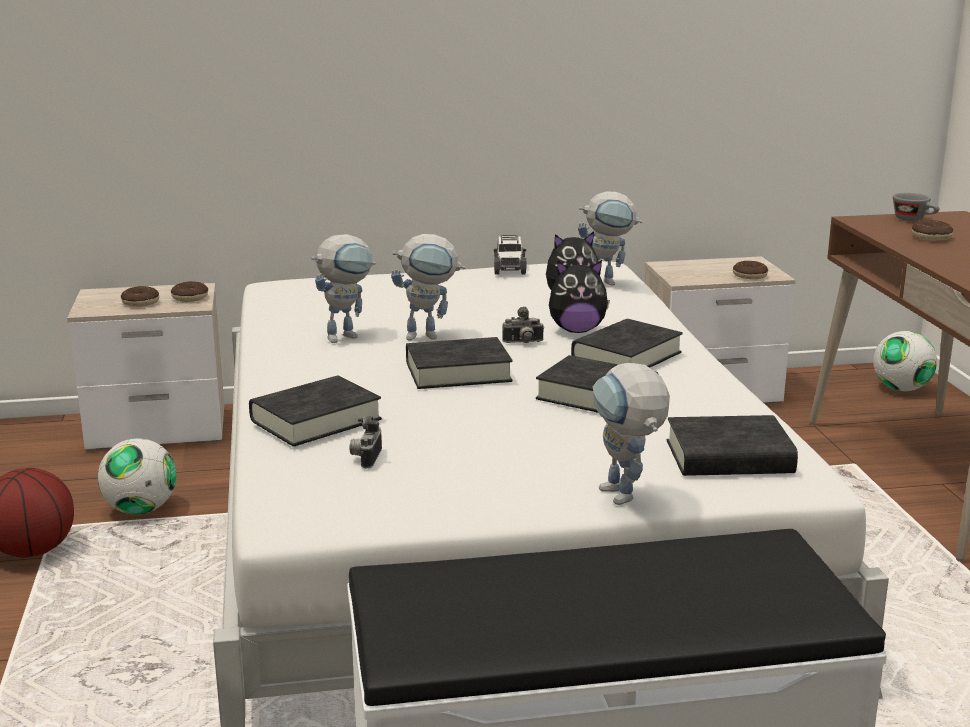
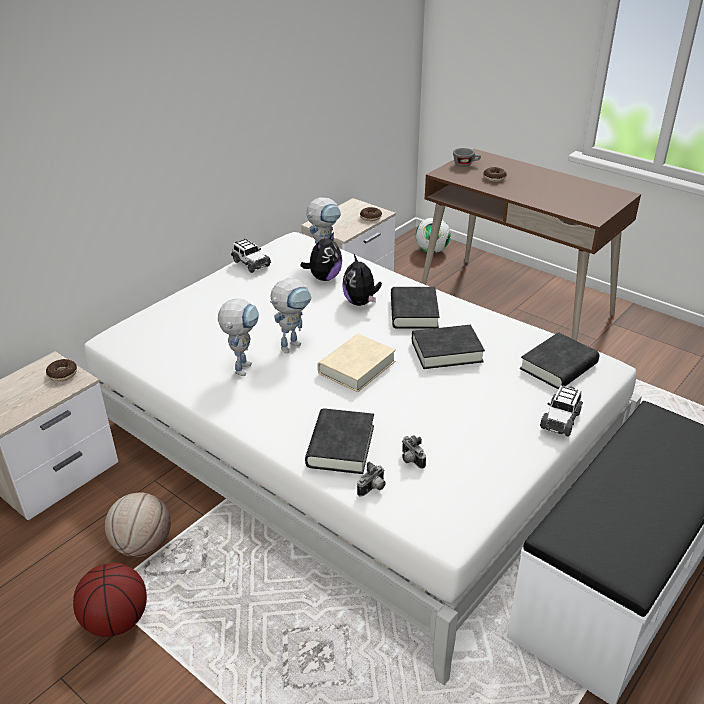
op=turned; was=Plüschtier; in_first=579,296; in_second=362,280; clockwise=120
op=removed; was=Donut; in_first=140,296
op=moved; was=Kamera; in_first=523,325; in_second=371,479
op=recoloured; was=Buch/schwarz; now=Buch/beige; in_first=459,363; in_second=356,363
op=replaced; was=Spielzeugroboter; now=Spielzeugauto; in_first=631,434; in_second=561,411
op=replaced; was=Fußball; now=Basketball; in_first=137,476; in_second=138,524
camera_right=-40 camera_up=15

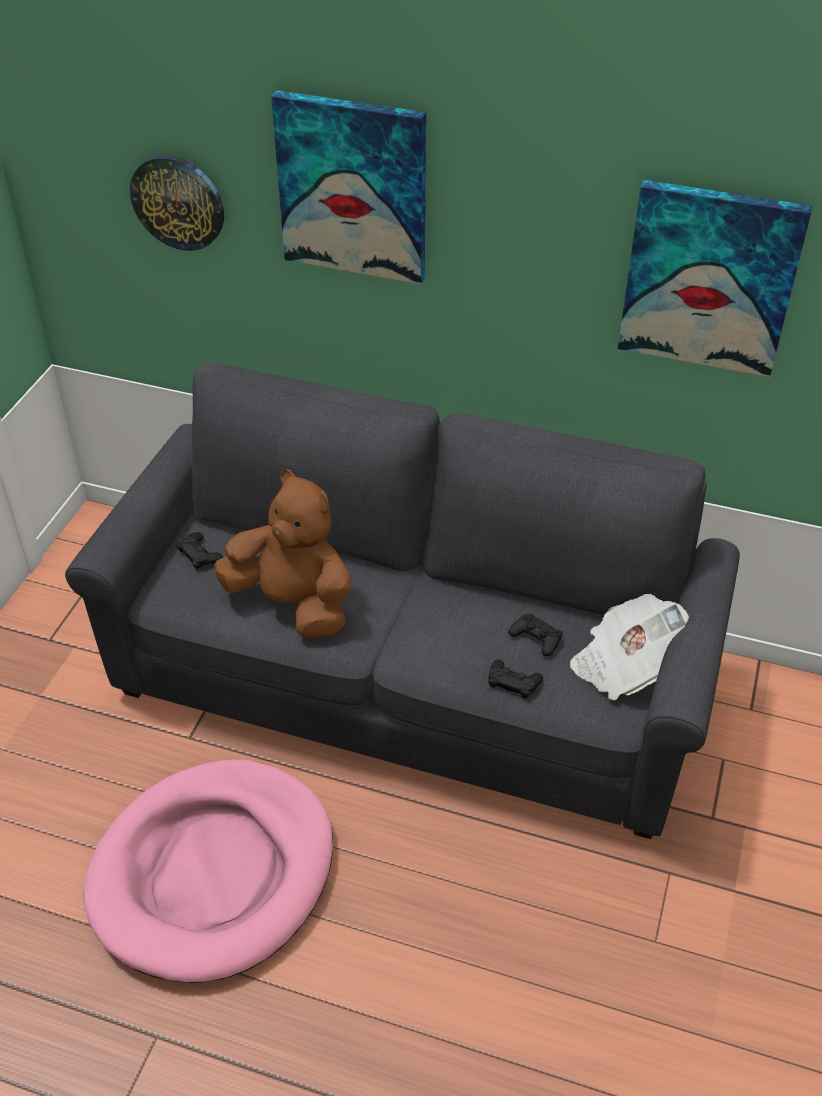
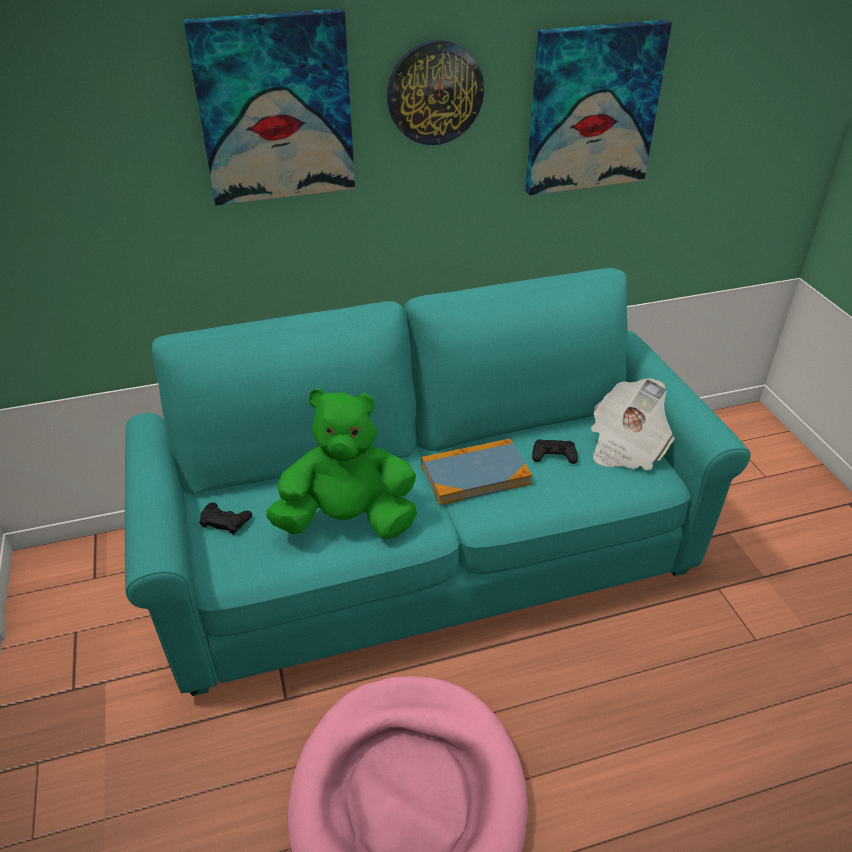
op=moved; was=Wanduhr; in_first=177,203; in_second=435,92
op=recoloured; was=Sofa/grau; now=Sofa/türkis; in_first=402,601; in_second=438,482
op=recoloured; was=Plüschtier/braun; now=Plüschtier/grün; in_first=282,554; in_second=341,464
op=removed; was=Gamepad/schwarz; in_first=515,679
op=added; now=Buch; in_second=476,471
camera_right=-35 camera_up=-5

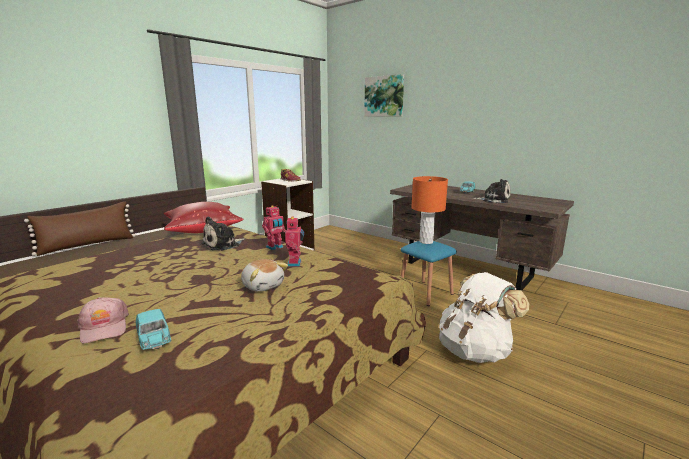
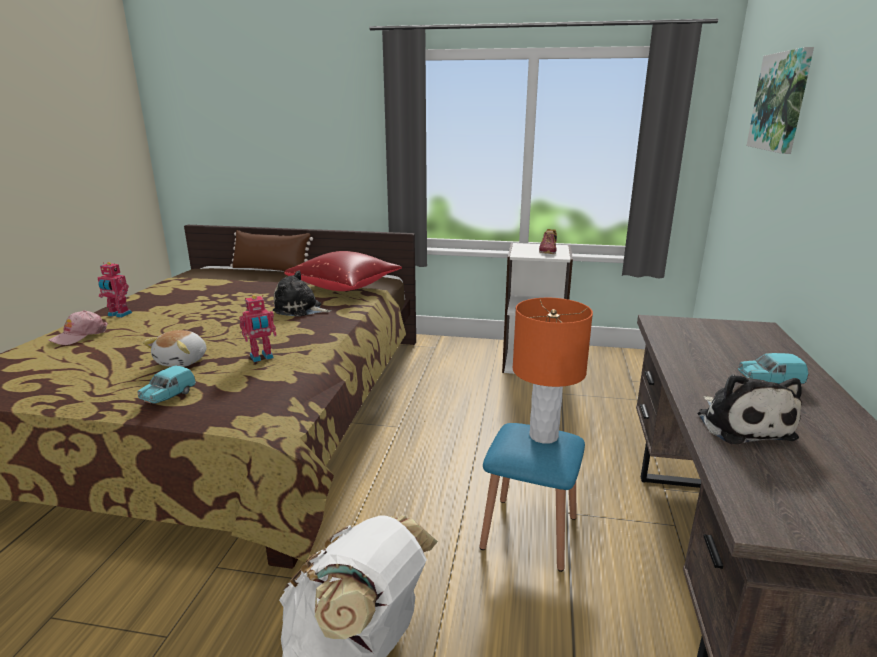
op=moved; was=Spielzeugroboter; in_first=274,227; in_second=114,290
op=moved; was=Spielzeugauto/türkis; in_first=153,329; in_second=167,385
camera_right=60 camera_up=5

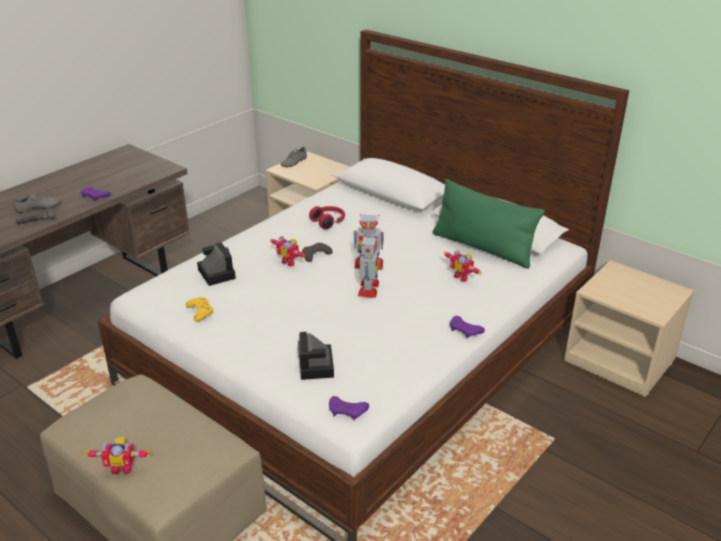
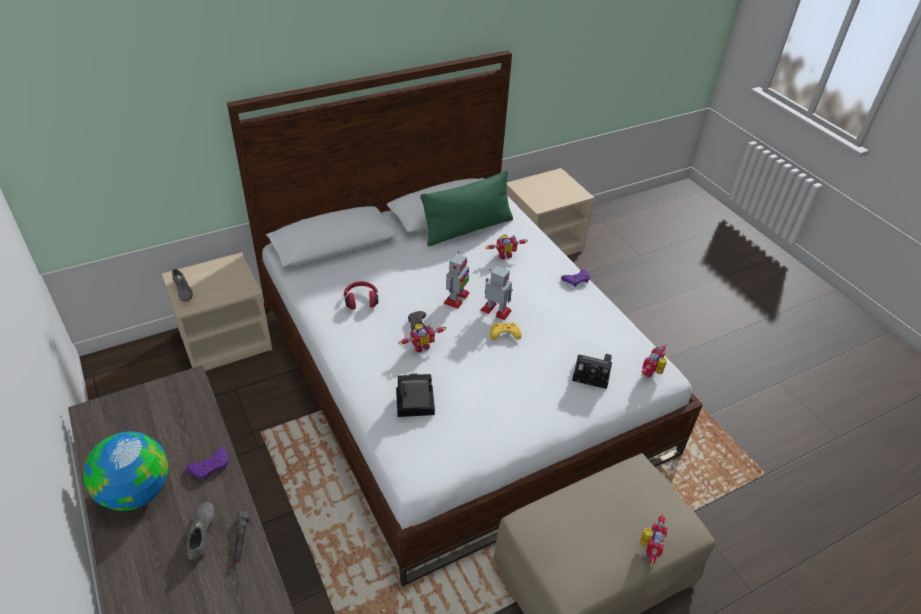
op=moved; was=Gamepad/gelb; in_first=199,309; in_second=506,331
op=replaced; was=Gamepad/lila; now=Spielzeugroboter; in_first=349,408; in_second=654,361
op=added; now=Globus; in_second=125,471
camera_right=-70 camera_up=10

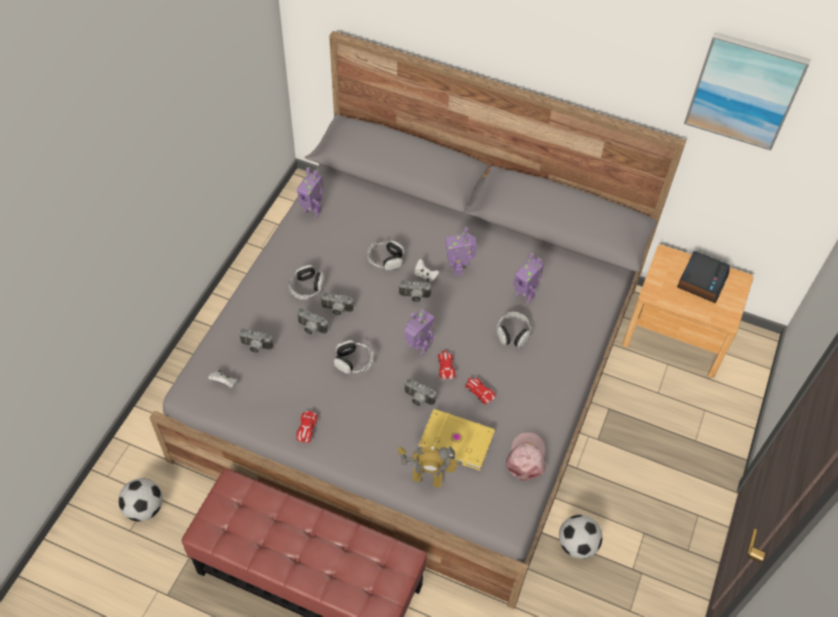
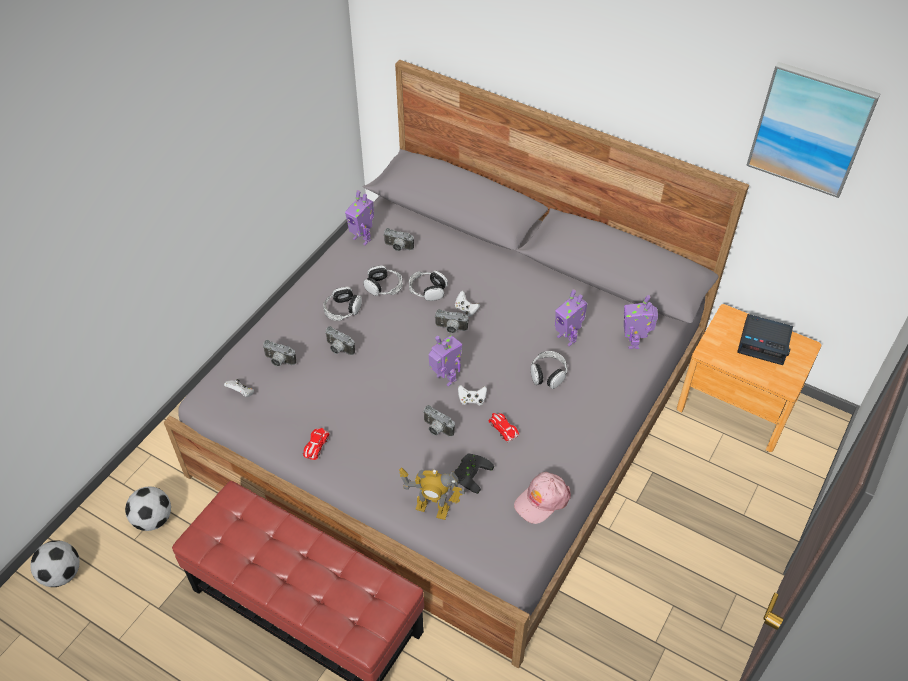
op=moved; was=Spielzeugroboter; in_first=461,251; in_second=641,322
op=turned; was=Wecker; in_first=703,277; in_second=765,339; clockwise=75
op=moved; was=Kamera; in_first=336,304; in_second=398,239
op=moved; was=Kopfhörer; in_first=353,357; in_second=383,281
op=replaced; was=Spielzeugauto; now=Gamepad/weiß; in_first=446,365; in_second=472,395
op=replaced; was=Buch/gelb; now=Gamepad/schwarz; in_first=456,440; in_second=474,473
op=turned; was=Kappe/rosa; in_first=526,457; in_second=542,498; clockwise=-150
op=moved; was=Fußball; in_first=580,537; in_second=55,563
camera_right=10 camera_up=-5

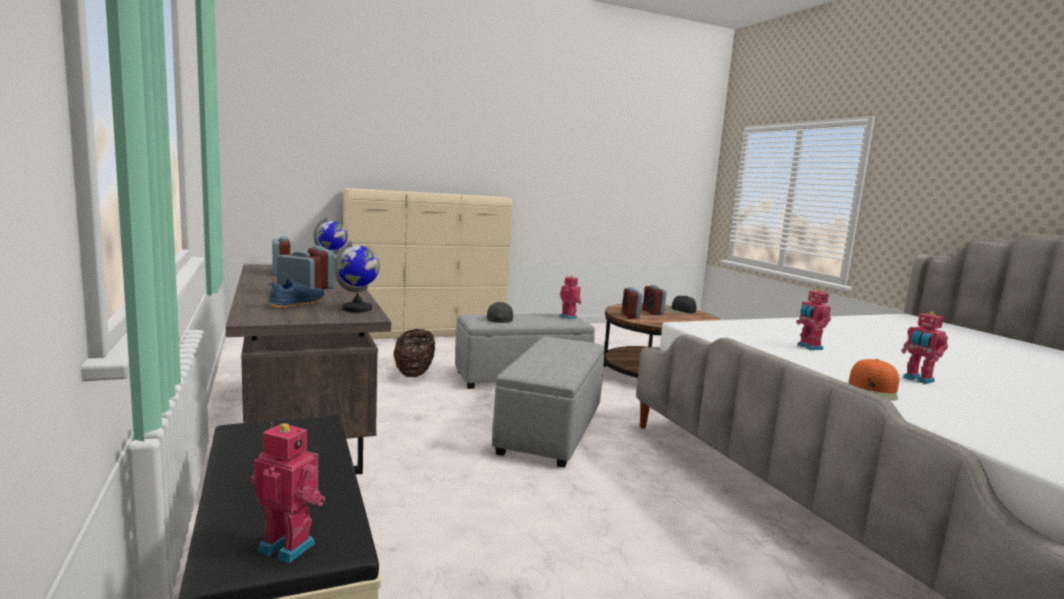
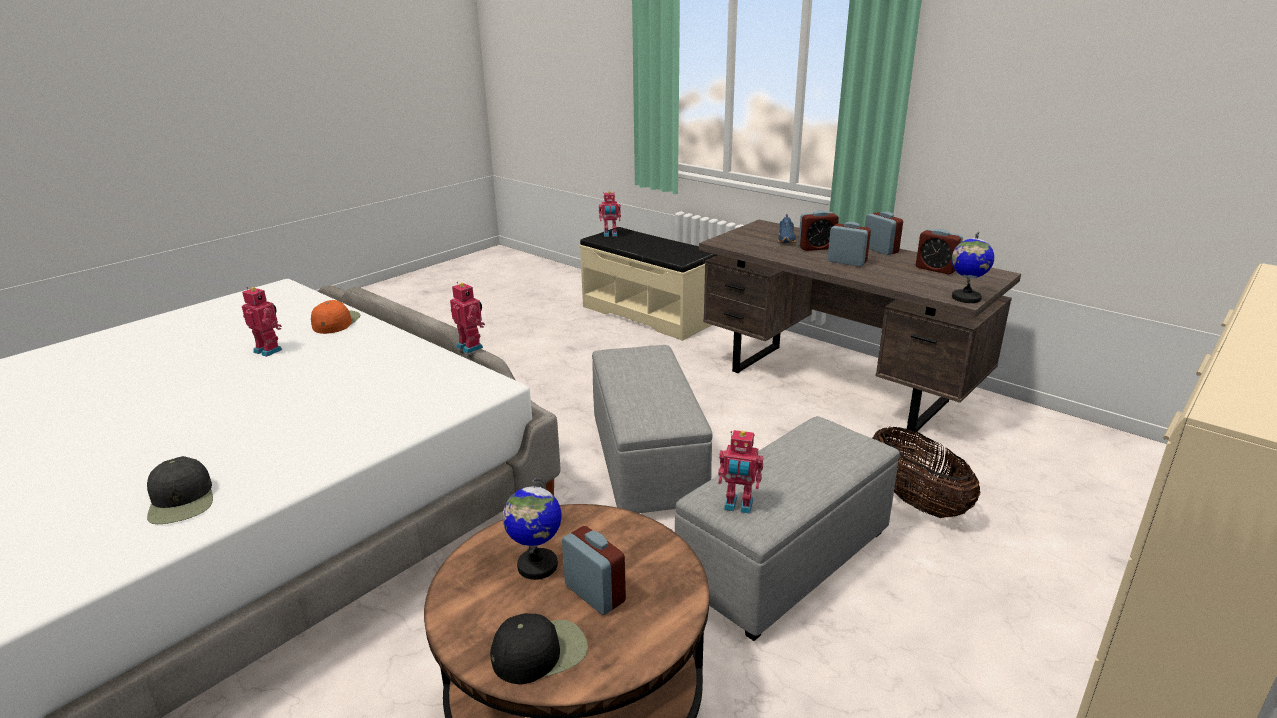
op=moved; was=Globus; in_first=357,276; in_second=532,528
op=moved; was=Wecker; in_first=632,303; in_second=884,233
op=moved; was=Spielzeugroboter; in_first=813,319; in_second=467,318
op=moved; was=Kappe/schwarz; in_first=500,312; in_second=180,490
camera_right=155 camera_up=15

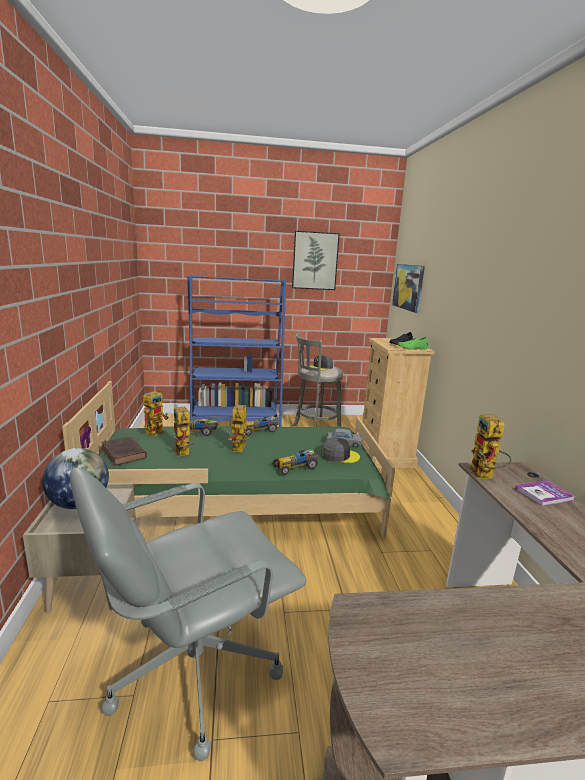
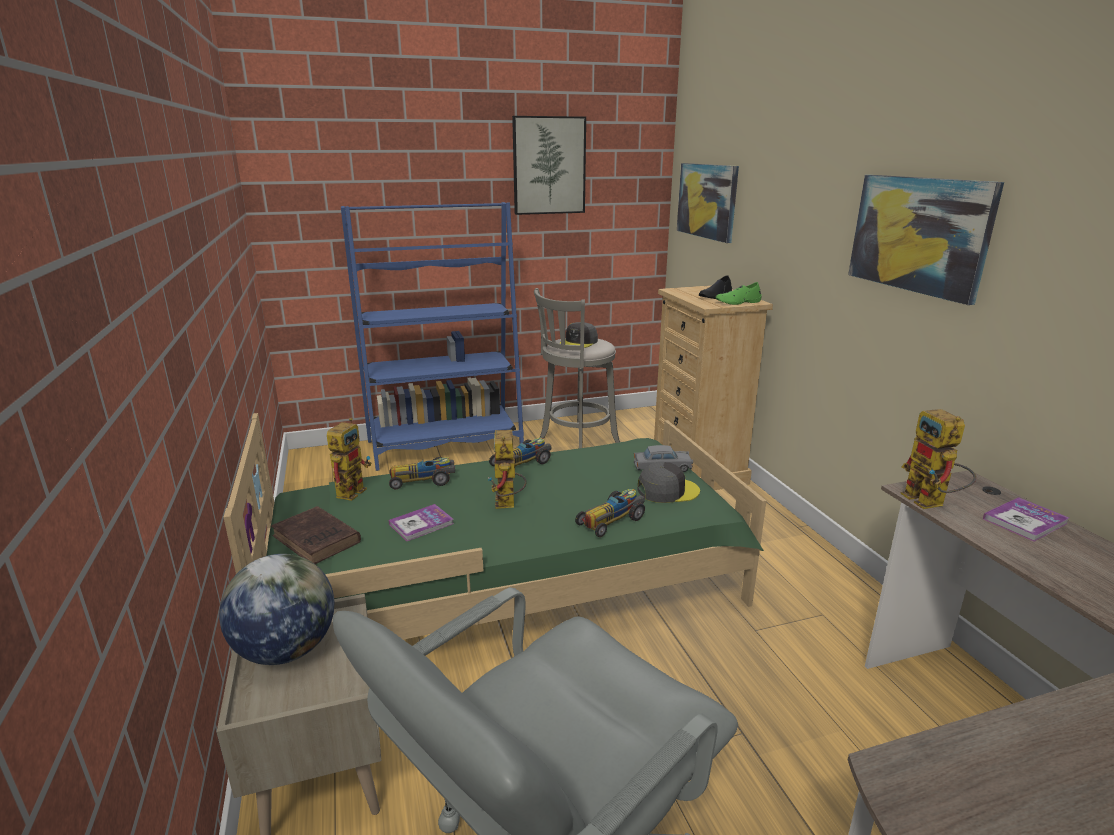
op=replaced; was=Spielzeugroboter; now=Buch; in_first=186,431; in_second=421,522
op=added; now=Bild; in_second=926,240
camera_right=-10 camera_up=5

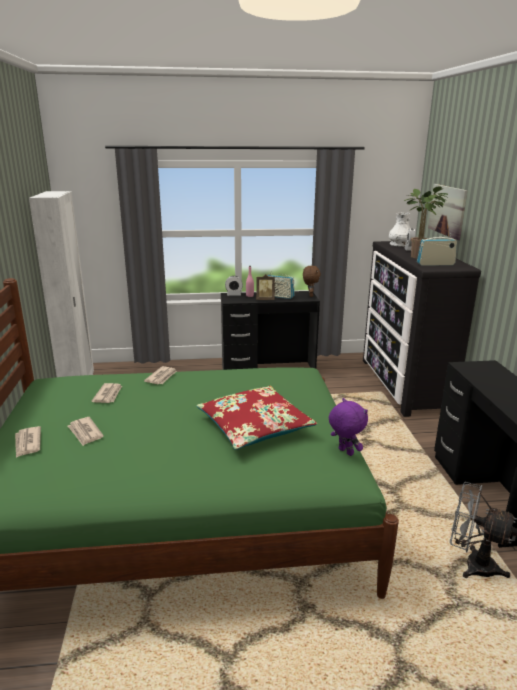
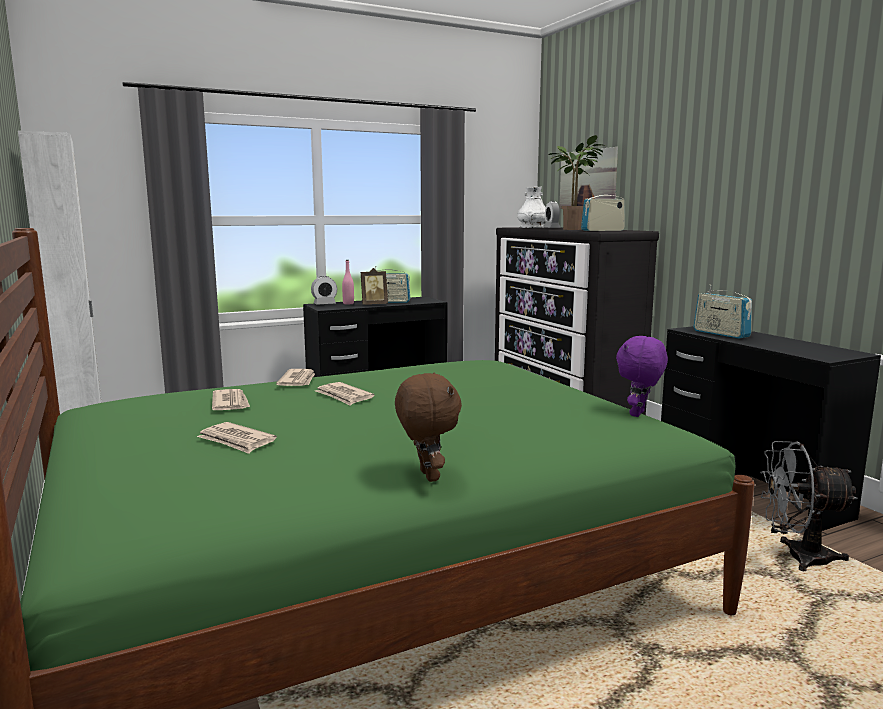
op=moved; was=Plüschtier/braun; in_first=312,281; in_second=428,427
op=removed; was=Kissen/rot; in_first=256,418
op=turned; was=Plüschtier/lila; in_first=348,427; in_second=642,376; clockwise=-90
op=moved; was=Zeitung; in_first=28,442; in_second=344,394
op=added; now=Radio; in_second=723,312
camera_right=-20 camera_up=-10

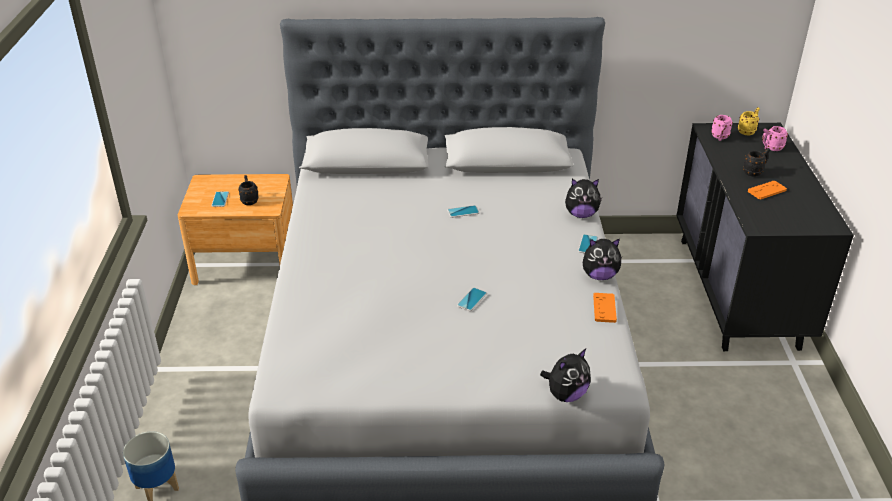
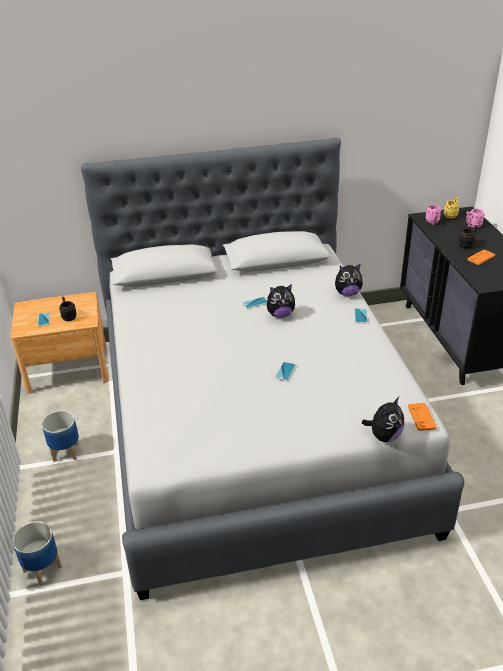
op=moved; was=Plüschtier; in_first=602,259; in_second=281,301
op=moved; was=Gamepad/orange; in_first=605,308; in_second=422,417
op=added; now=Pflanzkübel; in_second=60,436
camera_right=-10 camera_up=0

